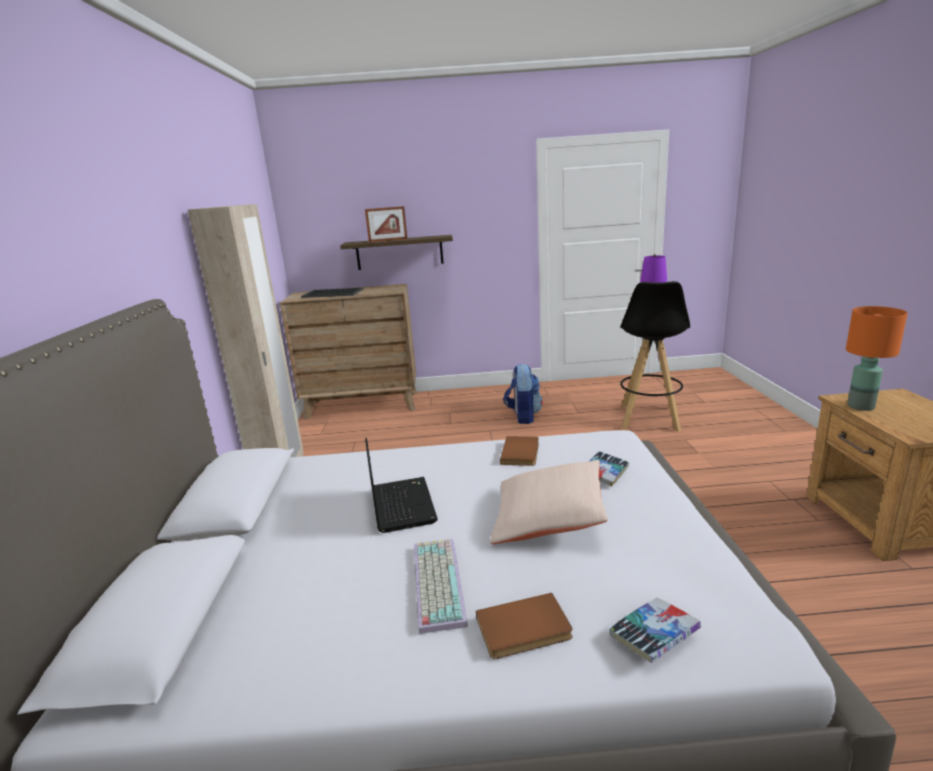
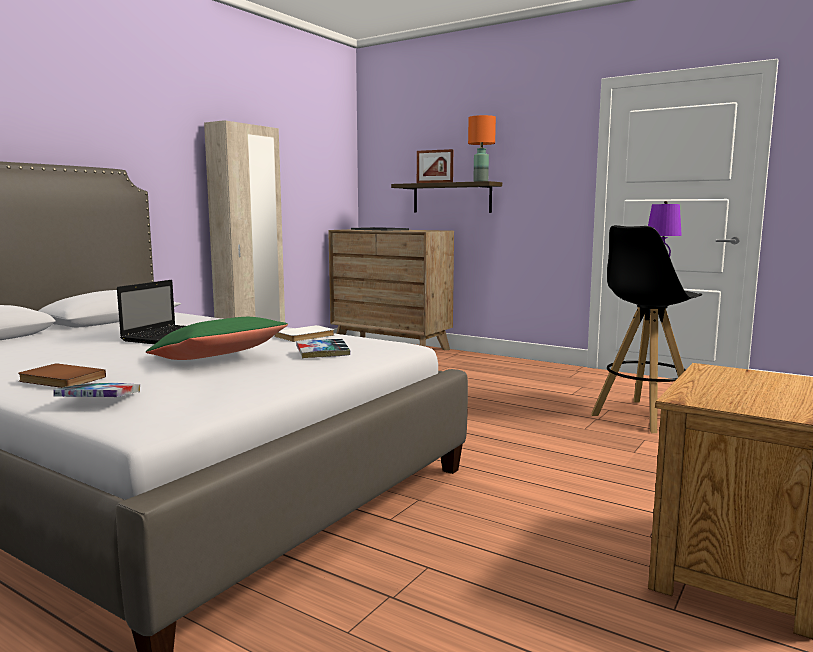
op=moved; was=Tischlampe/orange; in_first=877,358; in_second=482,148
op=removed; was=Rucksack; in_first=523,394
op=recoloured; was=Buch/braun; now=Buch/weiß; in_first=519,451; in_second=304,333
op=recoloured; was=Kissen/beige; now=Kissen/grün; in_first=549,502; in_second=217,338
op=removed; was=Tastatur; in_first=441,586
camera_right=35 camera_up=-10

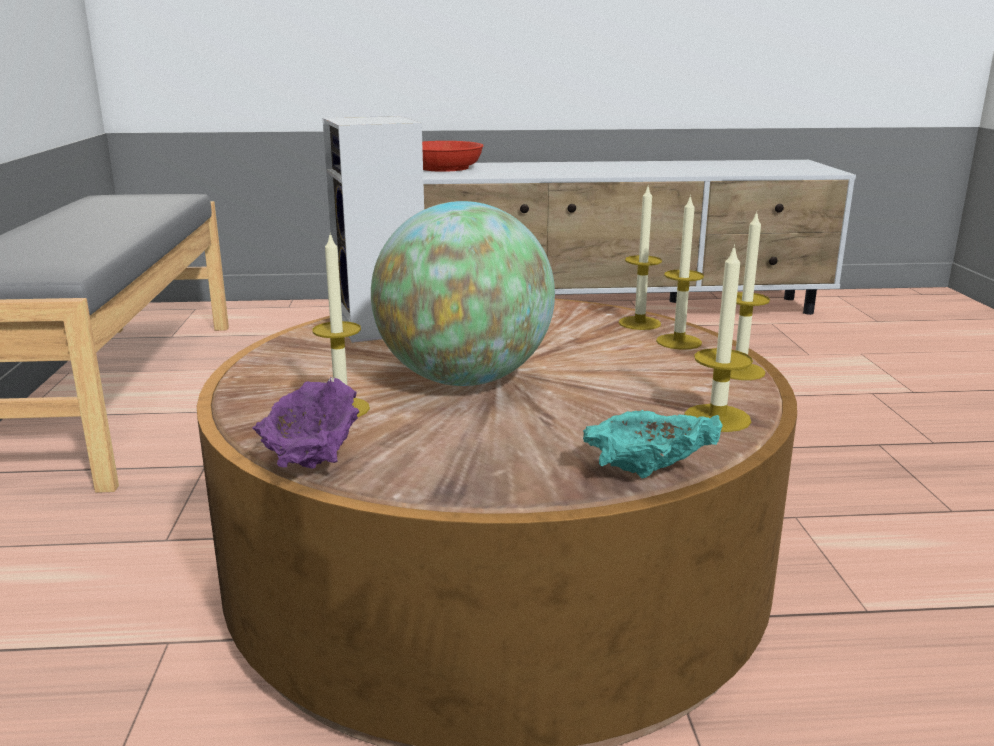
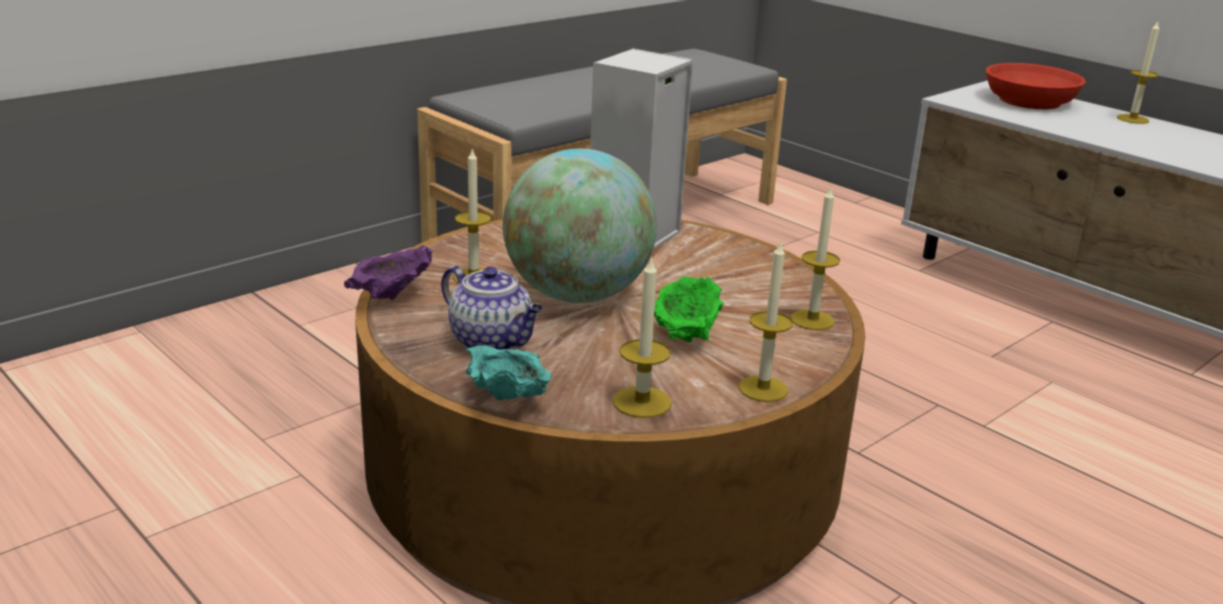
op=moved; was=Kerze; in_first=680,272; in_second=1138,72
op=added; now=Teekanne; in_second=492,308
op=added; now=Schüssel/grün; in_second=689,309
camera_right=50 camera_up=5

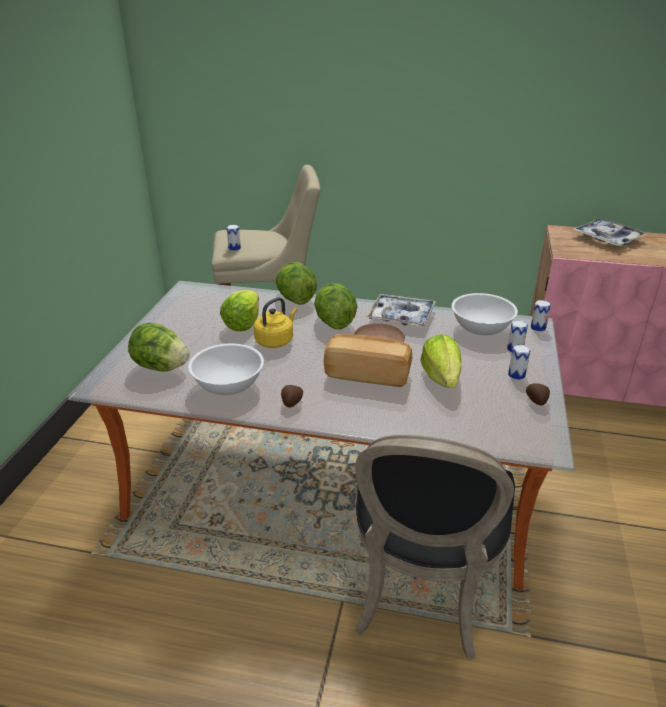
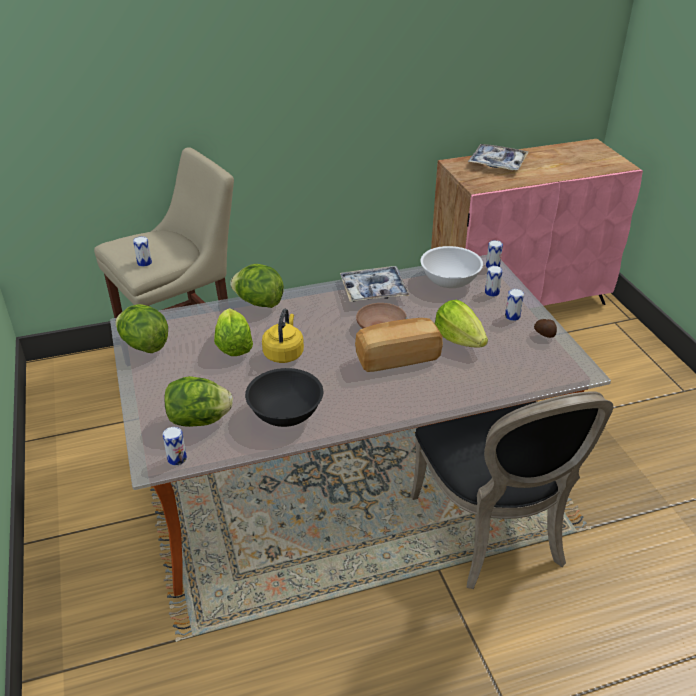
op=moved; was=Salatkopf; in_first=336,306; in_second=141,328
op=recoloured; was=Schüssel/weiß; now=Schüssel/schwarz; in_first=226,369; in_second=284,397
op=removed; was=Kartoffel; in_first=292,396
op=added; now=Dose; in_second=175,446
camera_right=-30 camera_up=5

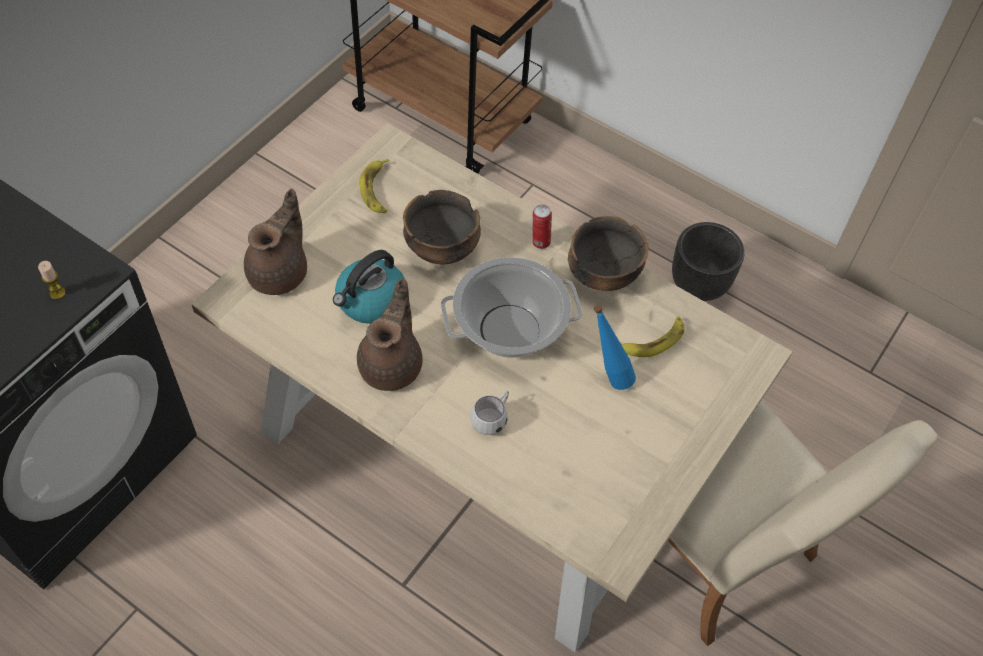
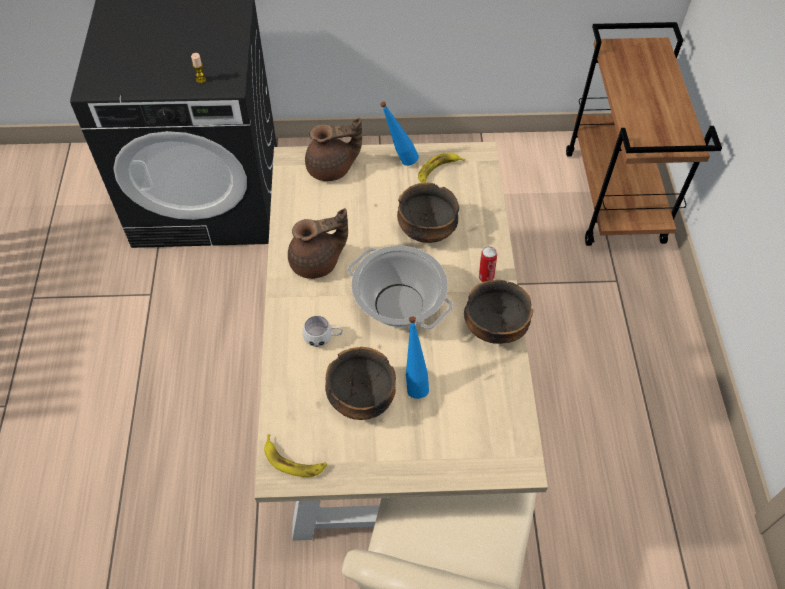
op=removed; was=Pflanzkübel/schwarz; in_first=708,261
op=removed; was=Wasserkessel; in_first=369,287
op=moved; was=Banane; in_first=653,336; in_second=295,455
op=added; now=Flasche/blau; in_second=399,133
op=added; now=Schüssel; in_second=360,383
camera_right=55 camera_up=0

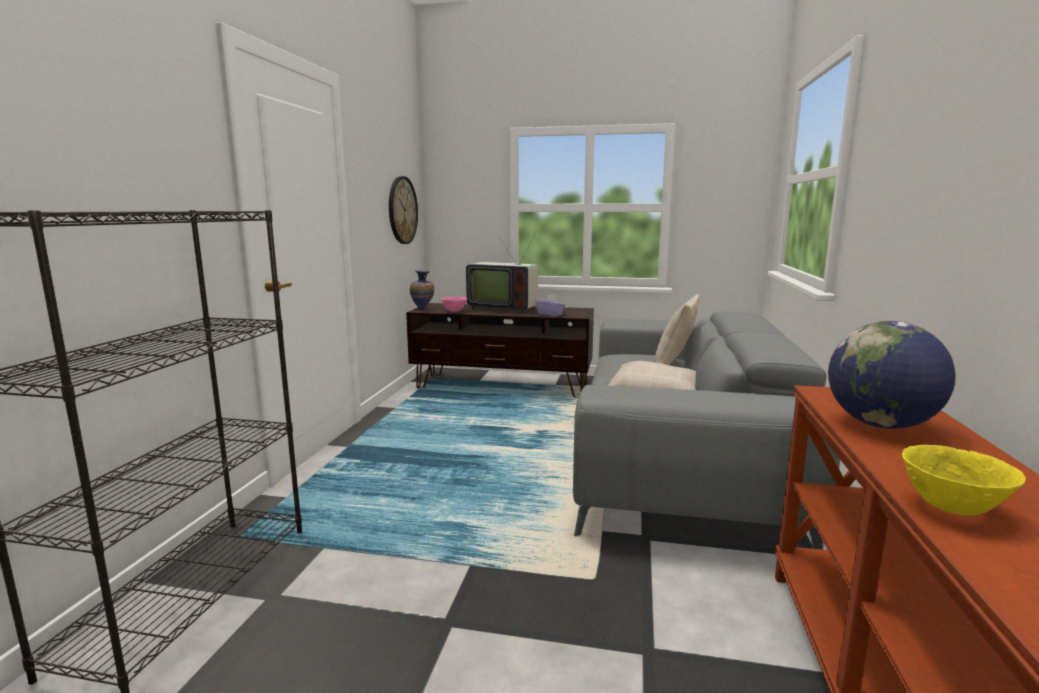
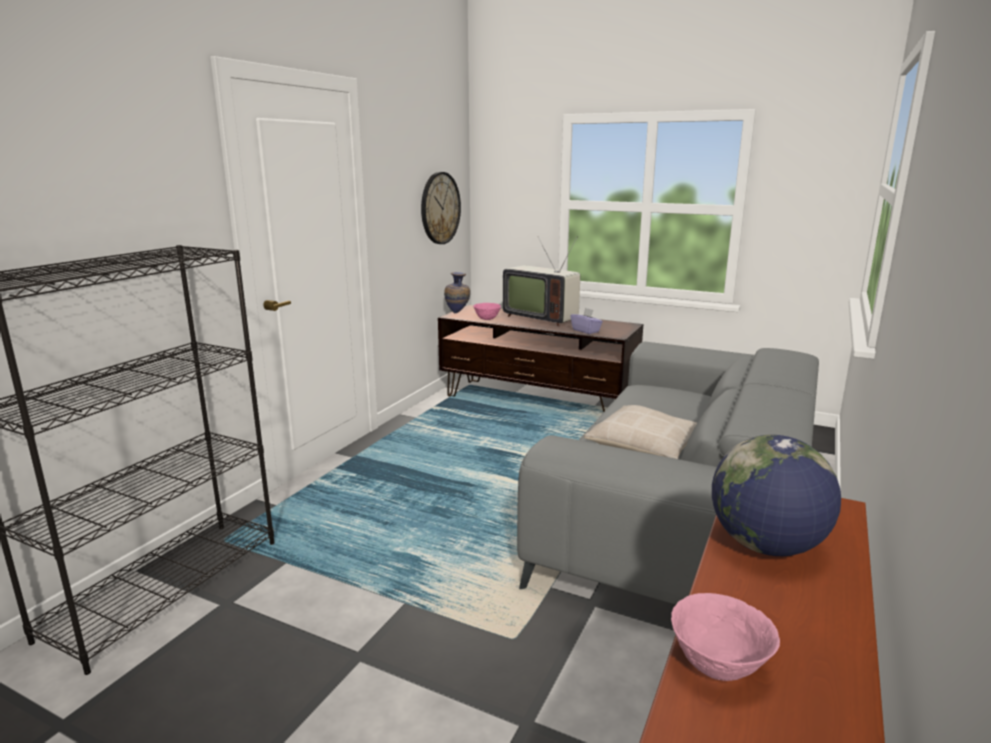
op=removed; was=Kissen/beige; in_first=676,329
op=recoloured; was=Schüssel/gelb; now=Schüssel/rosa; in_first=964,480; in_second=725,637
camera_right=15 camera_up=5

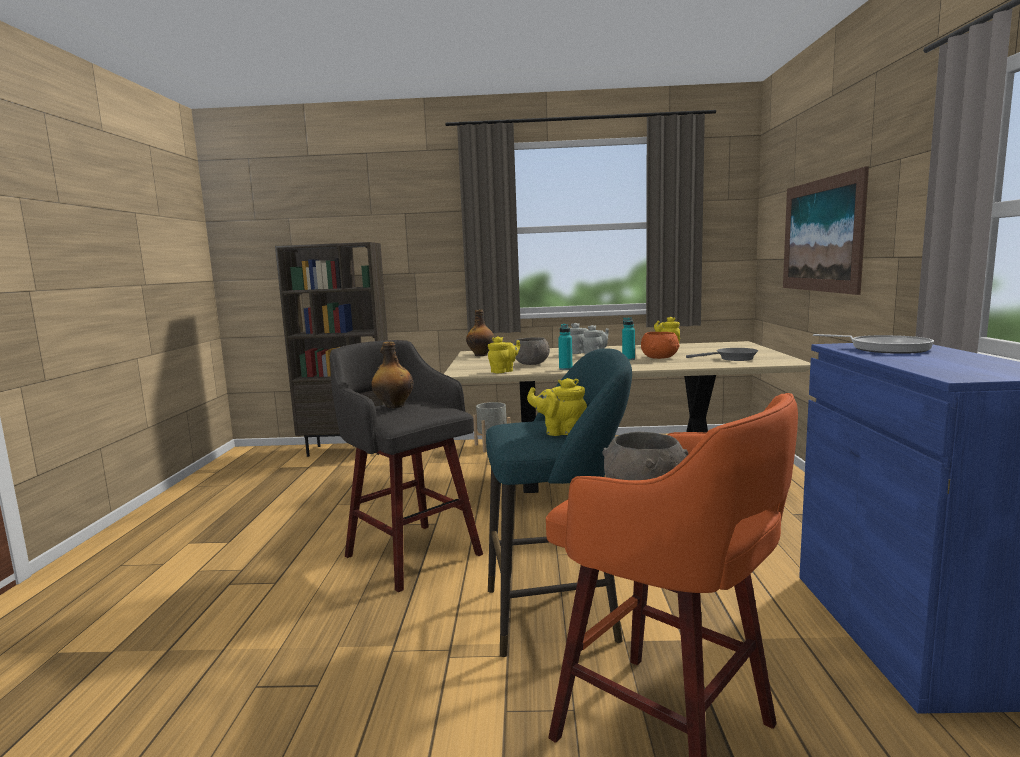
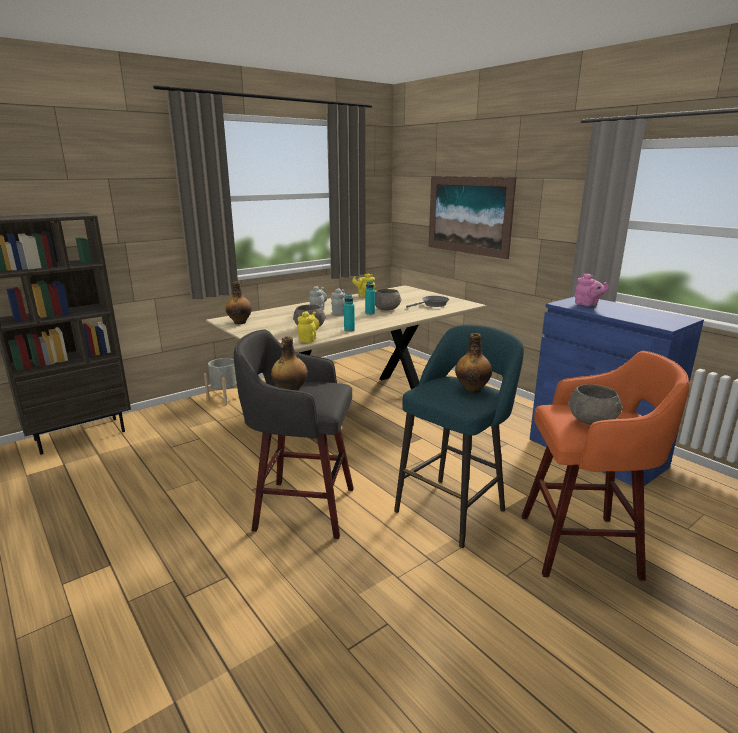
op=recoloured; was=Schüssel/orange; now=Schüssel/grau; in_first=660,345; in_second=388,300
op=replaced; was=Pfanne; now=Teekanne/rosa; in_first=873,344; in_second=592,289
op=replaced; was=Teekanne/gelb; now=Flasche; in_first=557,407; in_second=473,363
camera_right=-40 camera_up=10

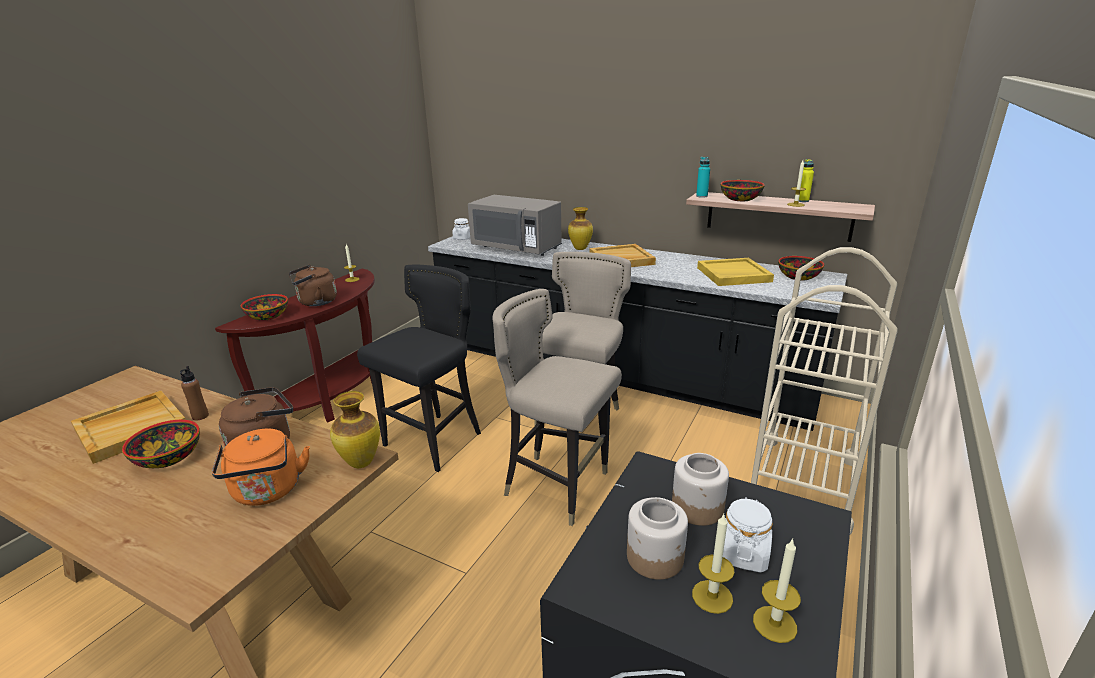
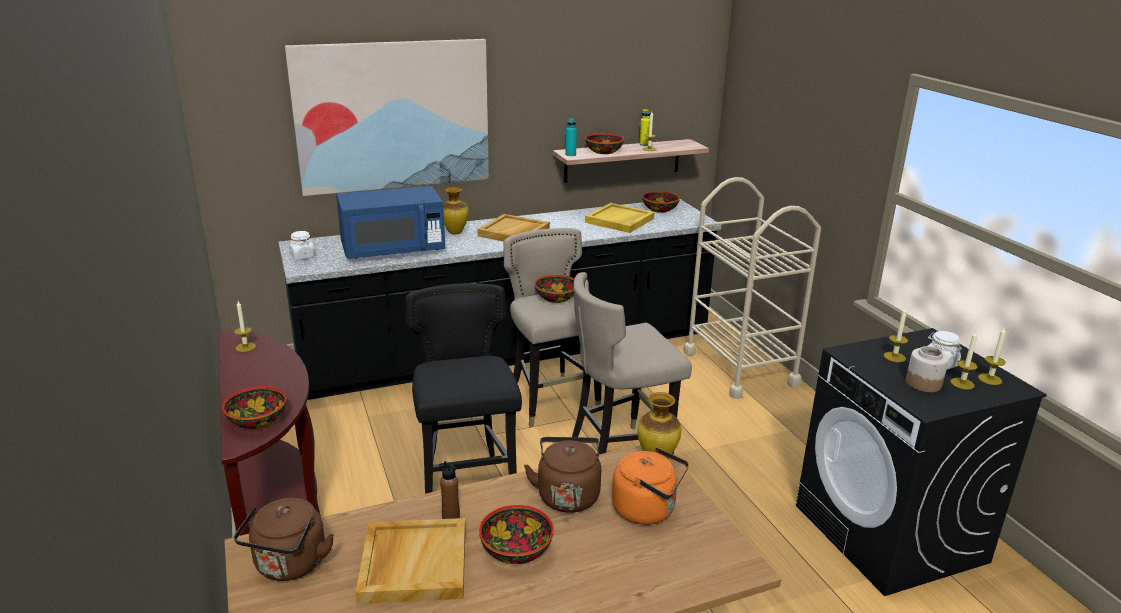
op=recoloured; was=Mikrowelle/grau; now=Mikrowelle/blau; in_first=515,225; in_second=390,222
op=moved; was=Wasserkessel/braun; in_first=312,285; in_second=284,539
op=replaced; was=Vorratsglas; now=Kerze; in_first=700,489; in_second=896,334
op=added; now=Bild; in_second=387,117
op=added; now=Schüssel; in_second=554,289
camera_right=-50 camera_up=0

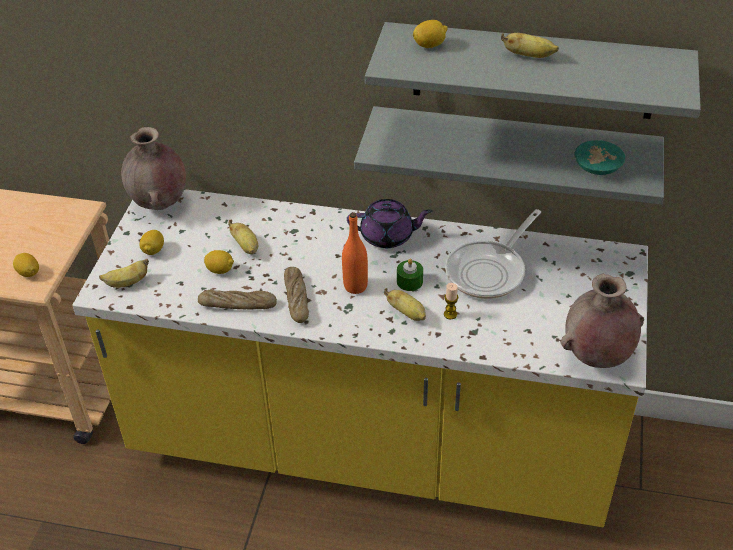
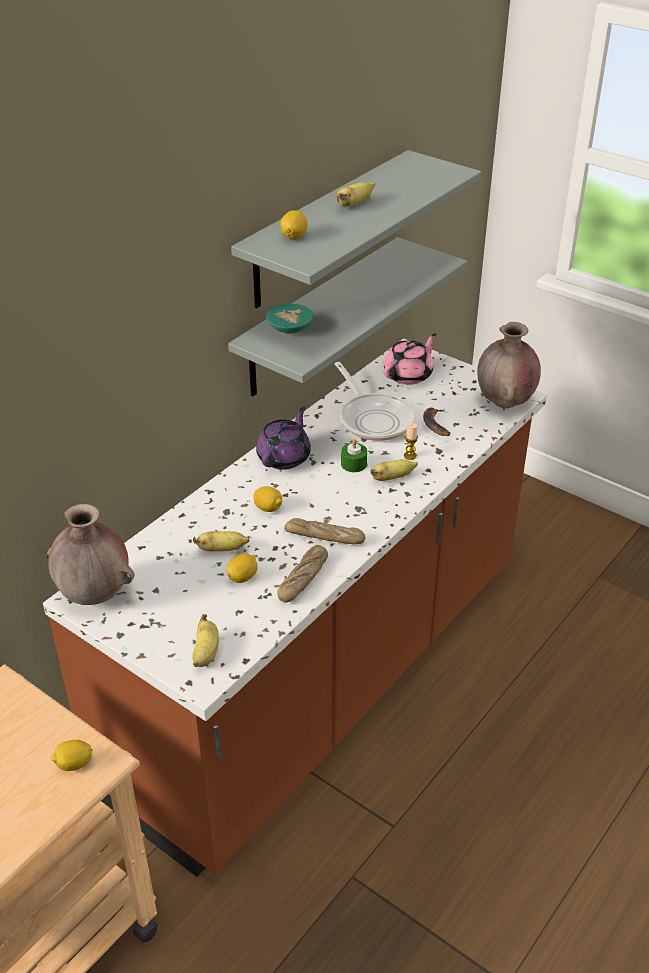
op=moved; was=Schüssel/türkis; in_first=600,157; in_second=290,318
op=recoloured; was=Küchenzeile/gelb; now=Küchenzeile/braun; in_first=360,358; in_second=295,608
op=removed; was=Flasche/orange; in_first=355,253
op=moved; was=Zitrone; in_first=151,242; in_second=267,499
op=added; now=Teekanne/rosa; in_second=410,359
op=added; now=Banane; in_second=436,422
camera_right=-65 camera_up=-5

